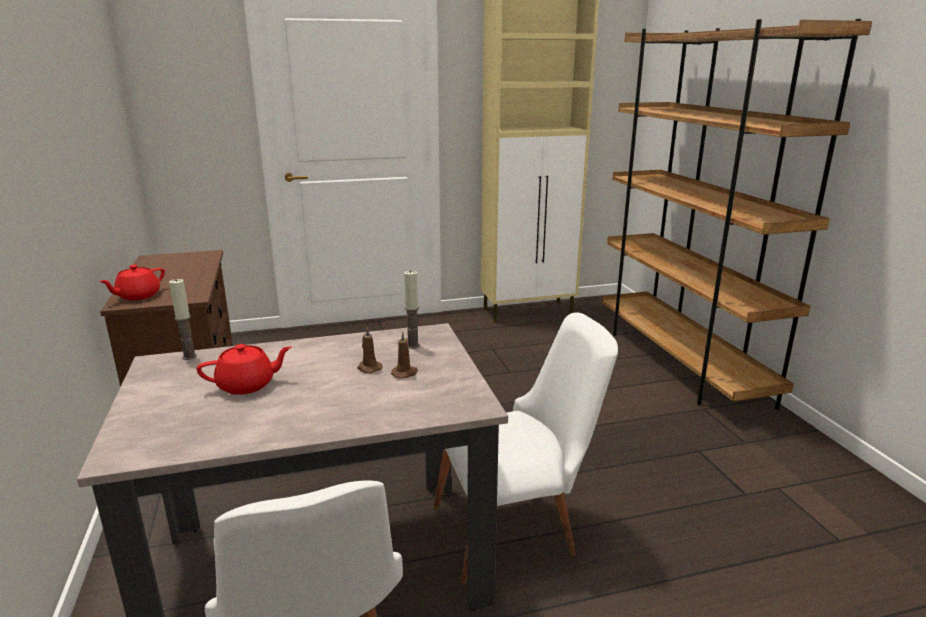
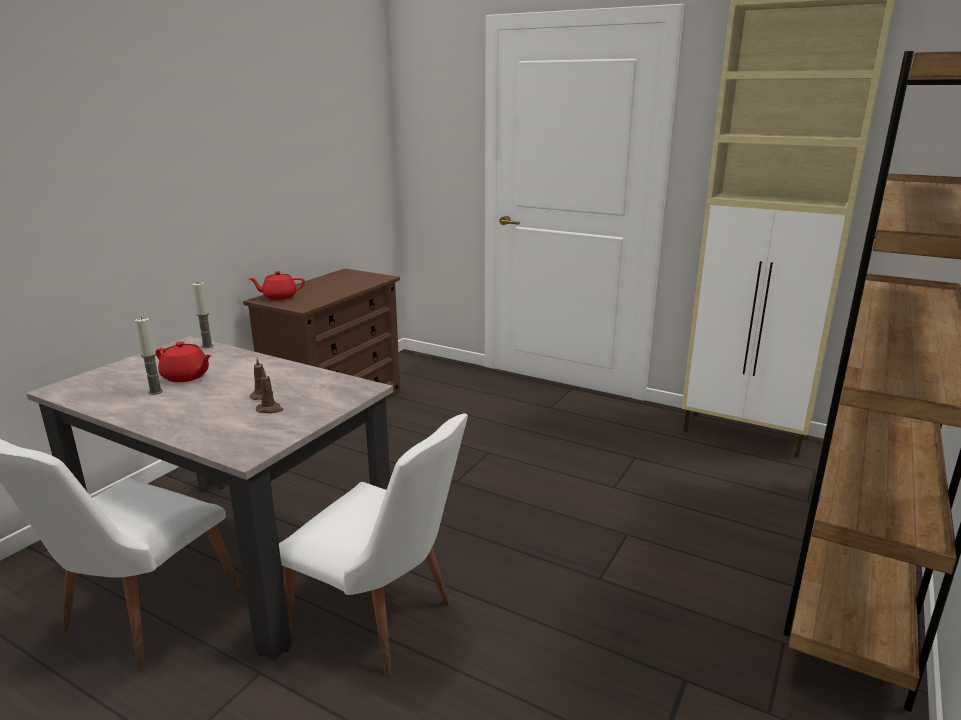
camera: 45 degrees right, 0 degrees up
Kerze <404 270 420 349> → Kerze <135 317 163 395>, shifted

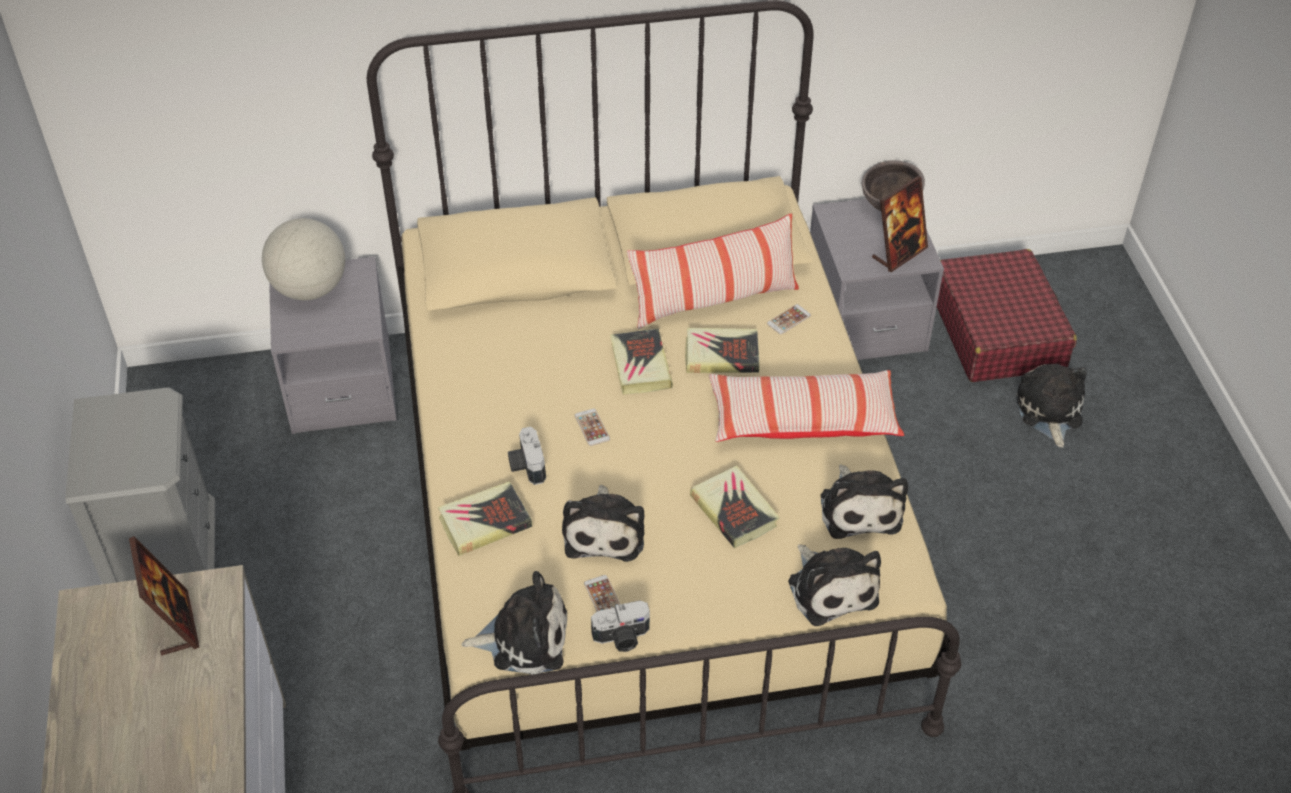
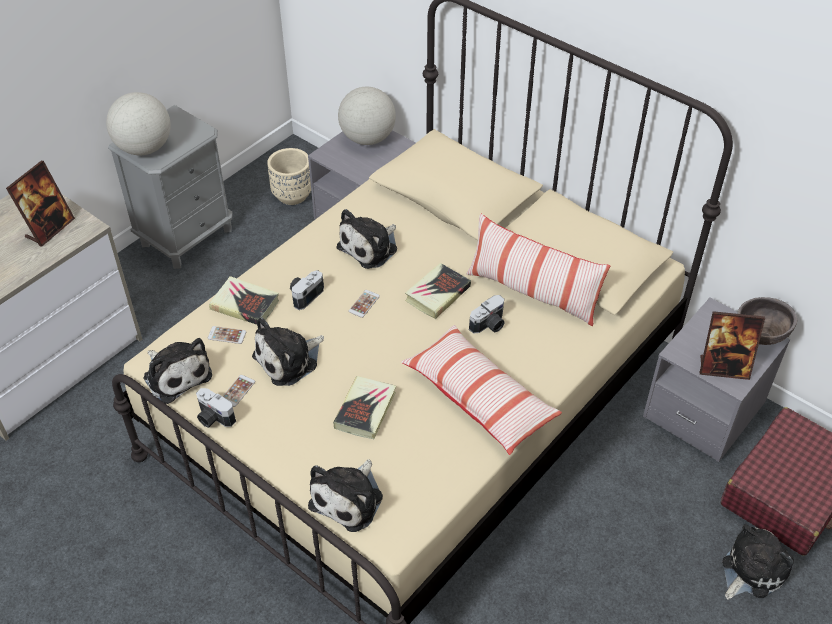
camera: 50 degrees right, 0 degrees up
Buch <685 328 760 373> → Kamera <469 295 505 334>
Handy <767 304 811 334> → Handy <208 326 246 344>, shifted
Plüschtier <820 464 908 539> → Plüschtier <336 209 397 269>, shifted
- → Globus <106 92 171 155>
- → Pflanzkübel [beige] <267 148 311 205>

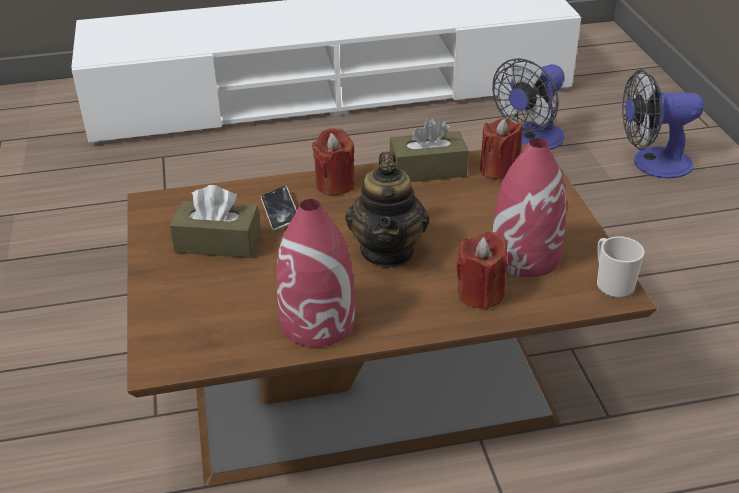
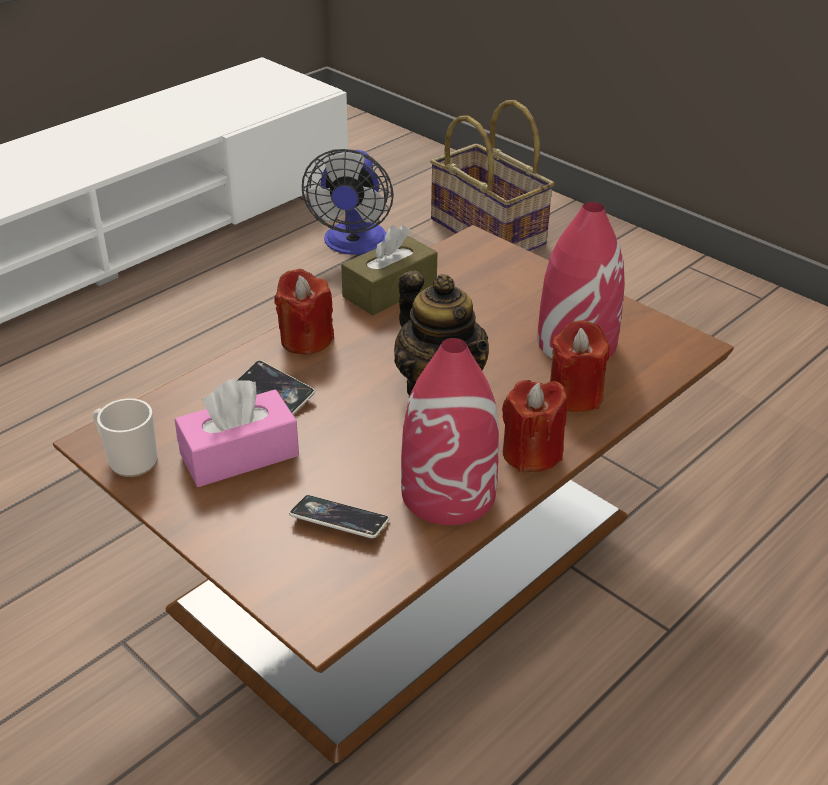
camera: 35 degrees left, 0 degrees up
Taschentuchbox [braun] <169 185 261 258> → Taschentuchbox [rosa] <175 378 299 487>
Kerze [rot] <480 118 524 180> → Kerze [rot] <502 380 567 472>, shifted
Henkelbecher <597 236 645 298> → Henkelbecher <93 398 158 477>, shifted
Ventilator <622 69 704 179> → Korb <430 100 554 251>
- → Handy <289 495 389 538>

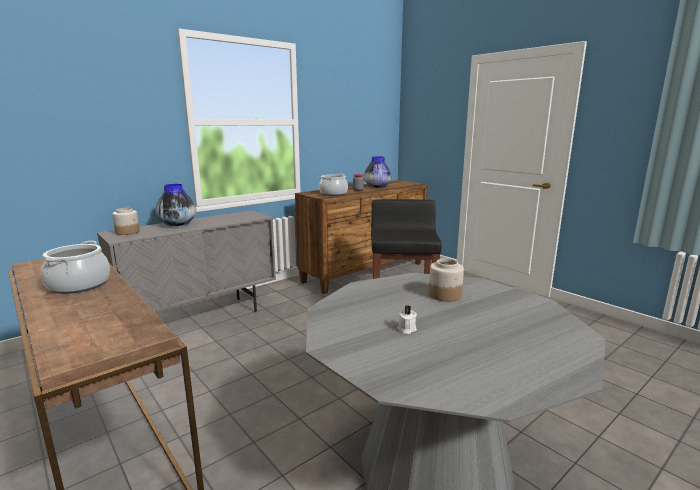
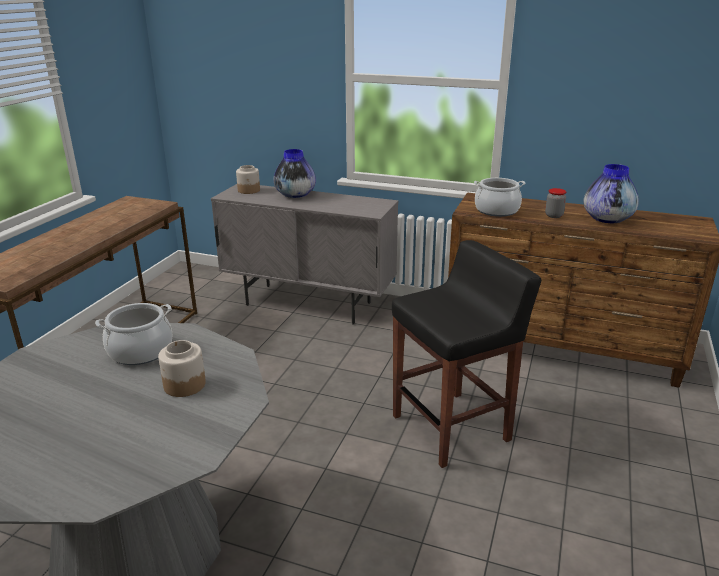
camera: 60 degrees right, 10 degrees up
Kochtopf <40 241 110 294> → Kochtopf <95 303 173 365>, shifted
Kerze [weiß] <397 305 417 334> → -

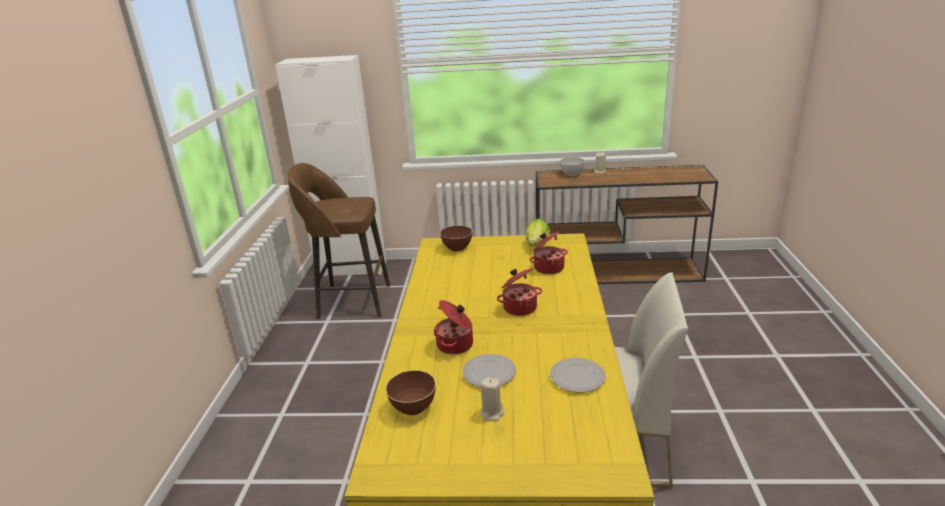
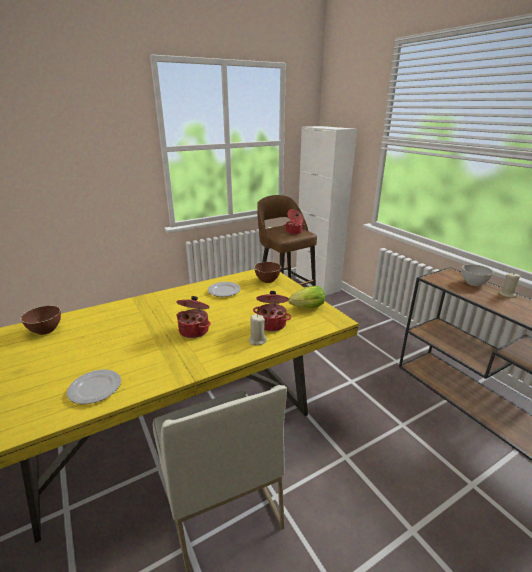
camera: 55 degrees right, 0 degrees up
Kochtopf <434 300 473 354> → Kochtopf <283 209 305 234>, shifted
Teller <463 354 516 387> → Teller <208 282 241 297>, shifted
Kerze [beige] <480 377 504 422> → Kerze [beige] <248 314 267 345>, shifted

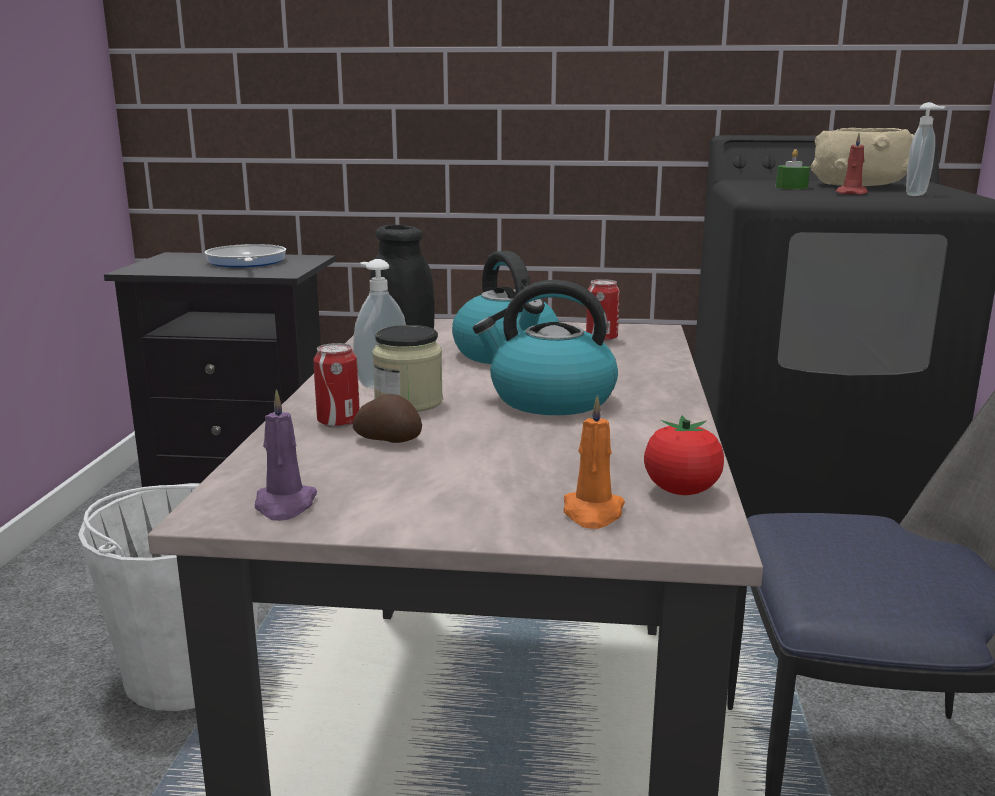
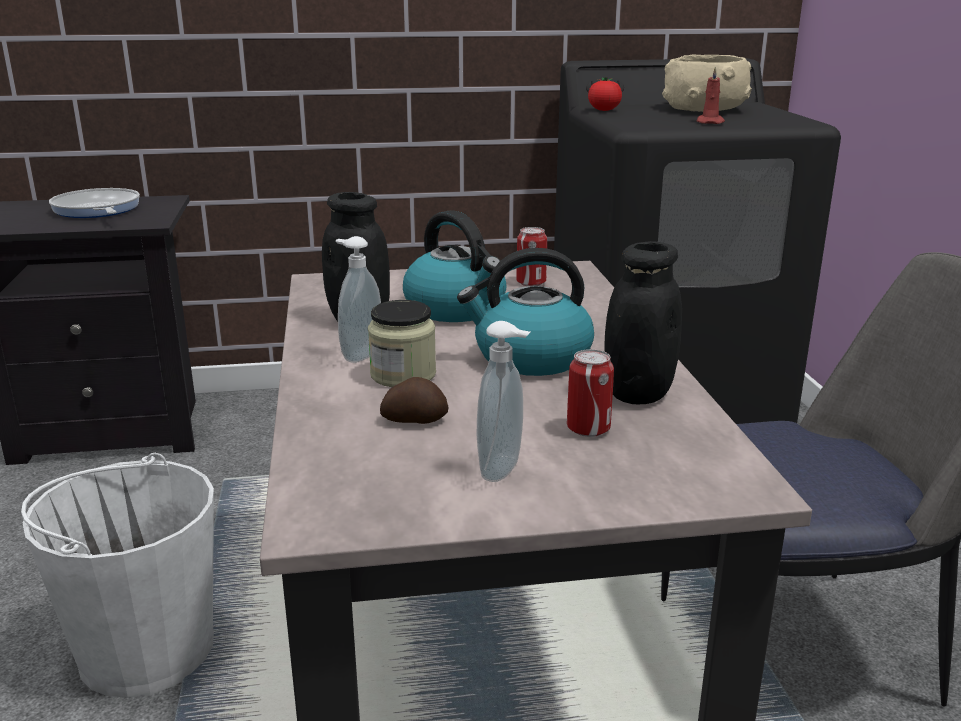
camera: 15 degrees left, 5 degrees up
Kerze [lila] <255 390 318 521> → -
Dose <313 343 360 428> → Dose <567 349 614 437>, shifted
Kerze [orange] <564 395 625 529> → -
Tomate <644 416 724 495> → Tomate <588 77 622 111>, shifted
Kerze [grün] <776 149 810 189> → -
Seifenspender <906 102 946 196> → Seifenspender <477 321 530 482>, shifted
- → Vorratsglas [schwarz] <604 241 682 404>

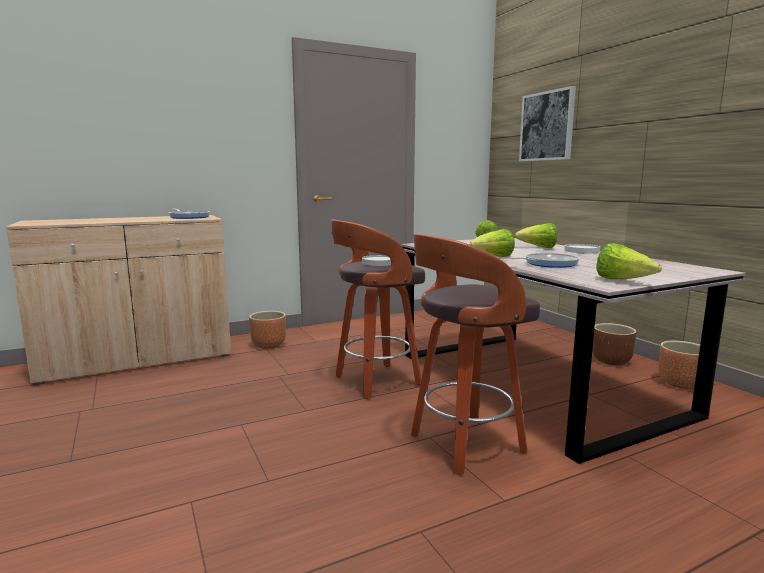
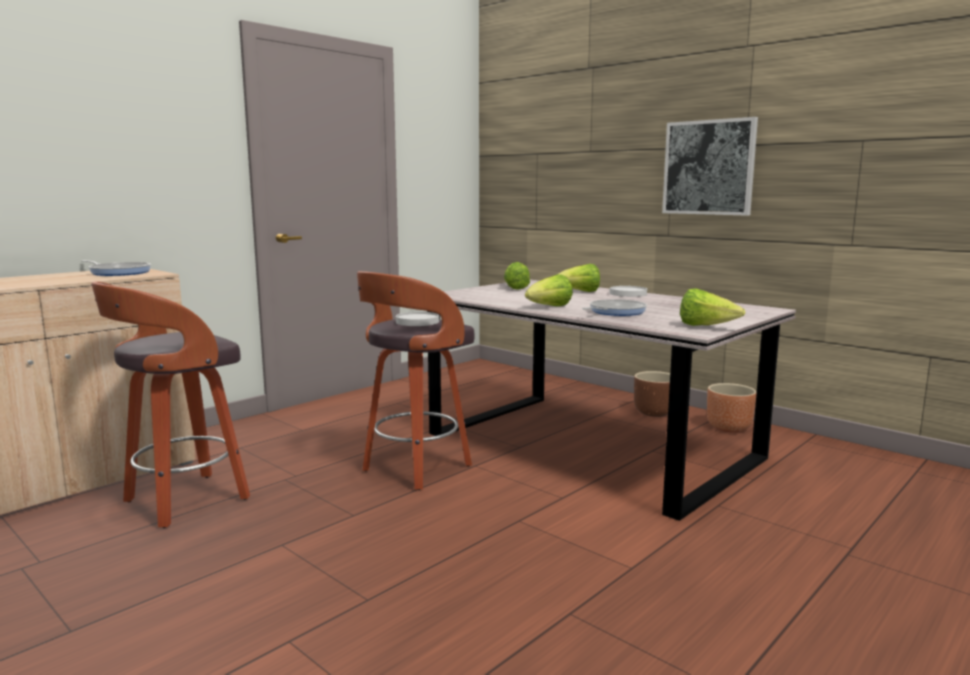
camera: 20 degrees left, 0 degrees up
Pflanzkübel [braun] <249 311 286 349> → -
Hocker <411 233 540 474> → Hocker <91 281 250 528>, shifted
Bild <519 86 576 161> → Bild <662 117 758 216>, shifted

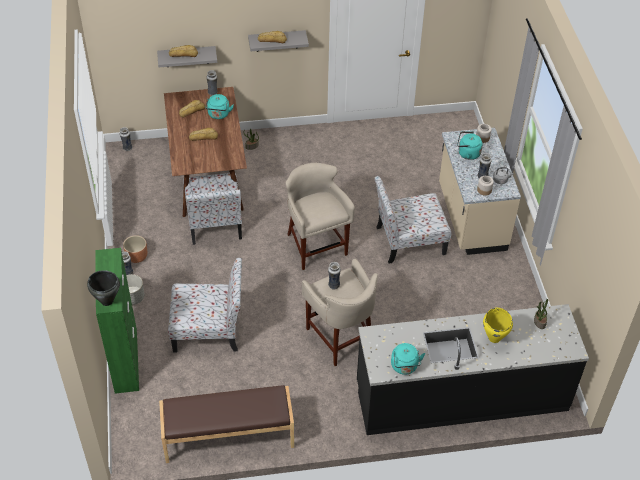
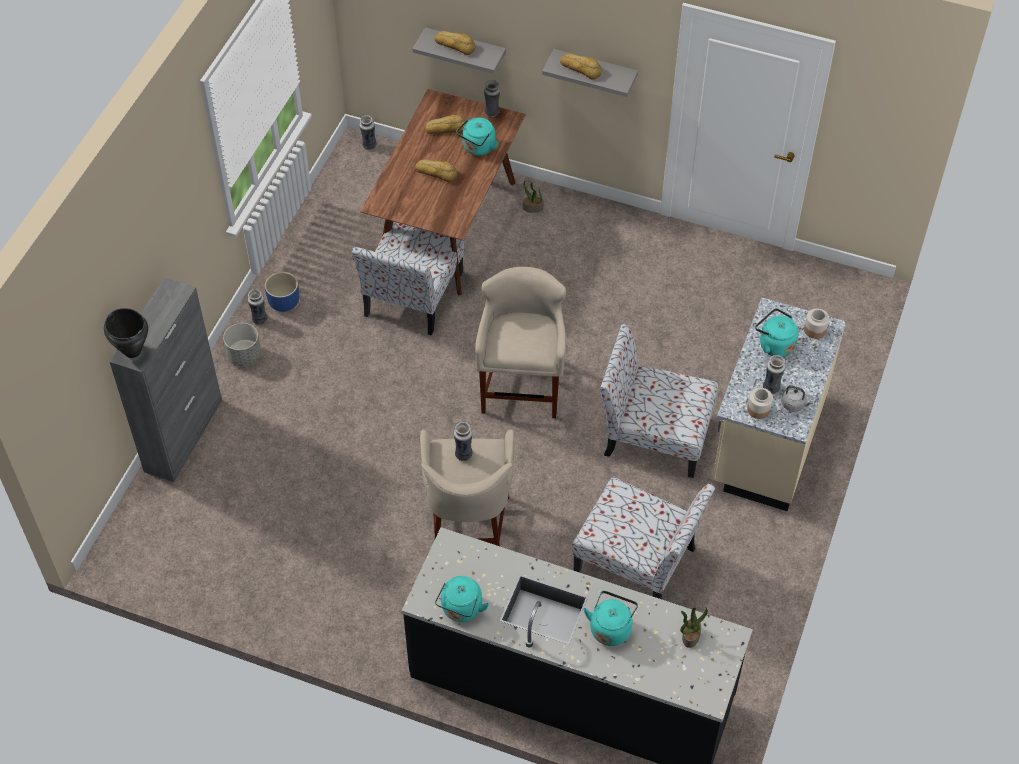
camera: 30 degrees right, 5 degrees up
Schrank [grün] <95 248 139 394> → Schrank [grau] <110 278 222 482>
Pflanzkübel [braun] <123 235 147 263> → Pflanzkübel [blau] <265 272 300 312>
Bank [braun] <159 385 294 463> → -
Stuhl <168 258 242 353> → Stuhl <572 478 715 599>, shifted
Kochtopf [gelb] <483 308 513 343> → Wasserkessel [türkis] <583 591 638 646>

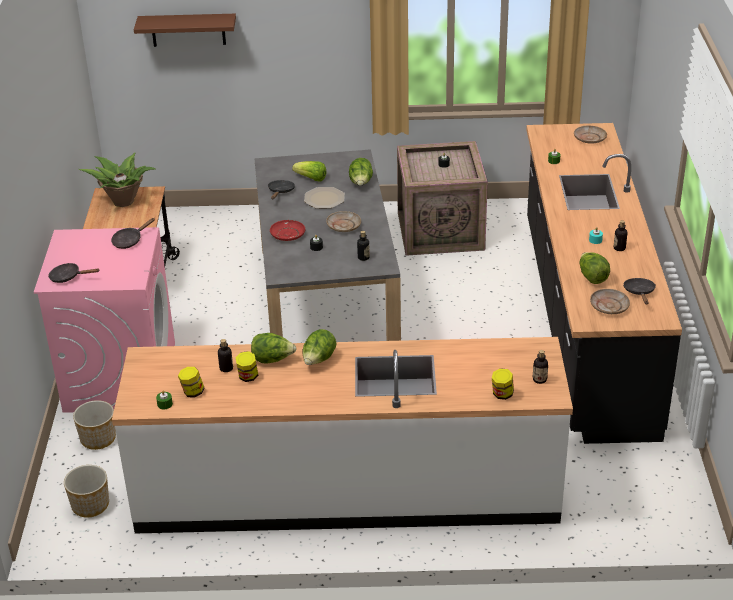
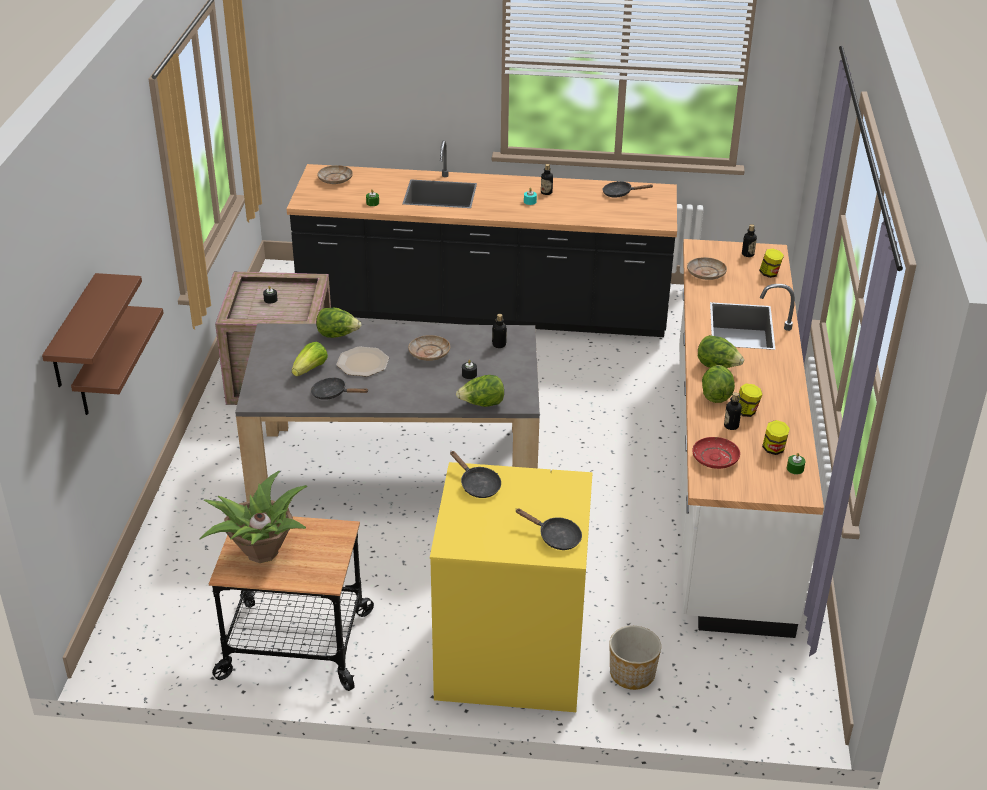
camera: 85 degrees left, 0 degrees up
Waschmaschine [rosa] <34 227 175 413> → Waschmaschine [gelb] <430 462 593 712>
Pfanne [schwarz] <48 263 99 283> → Pfanne [schwarz] <516 508 582 550>, 75 degrees counterclockwise
Pflanzkübel <64 465 109 517> → -
Teller [rot] <270 220 305 241> → Teller [rot] <692 437 740 469>, shifted
Salatkopf <579 252 610 284> → Salatkopf <456 375 504 407>, shifted
Teller [beige] <590 289 630 314> → Teller [beige] <687 257 727 280>, shifted
- → Wandregal [braun] <71 306 164 415>

